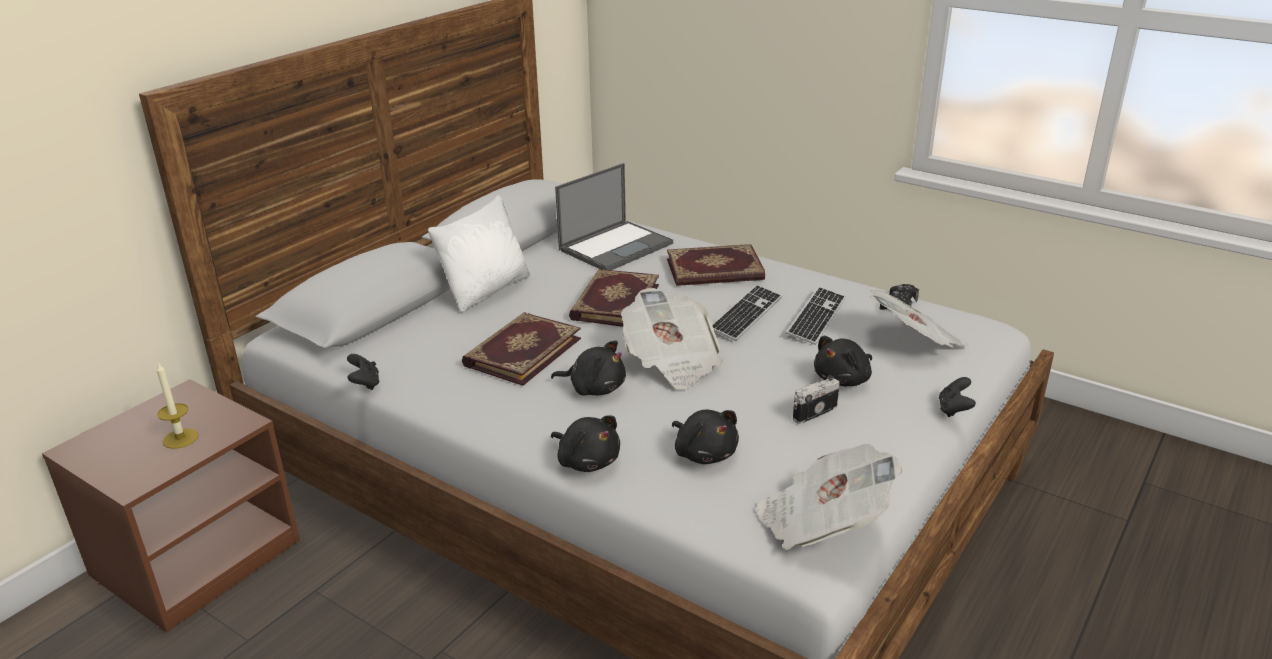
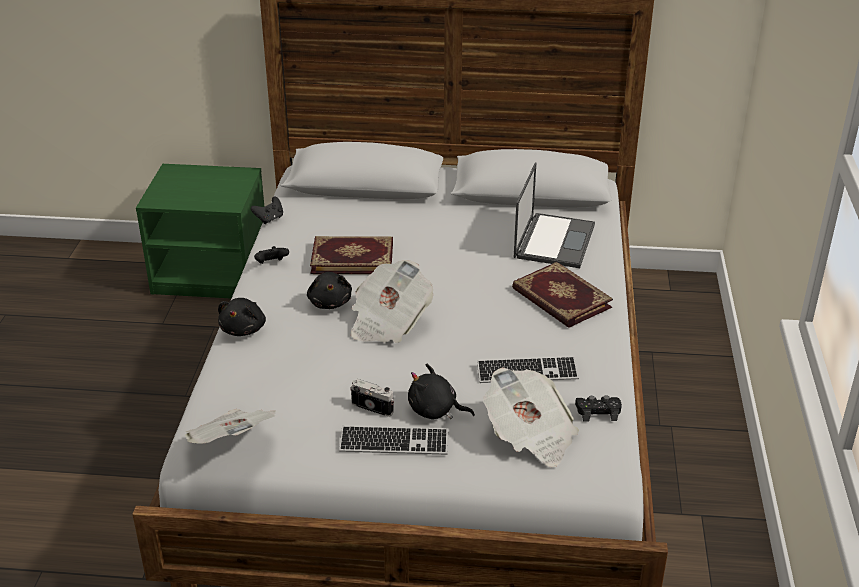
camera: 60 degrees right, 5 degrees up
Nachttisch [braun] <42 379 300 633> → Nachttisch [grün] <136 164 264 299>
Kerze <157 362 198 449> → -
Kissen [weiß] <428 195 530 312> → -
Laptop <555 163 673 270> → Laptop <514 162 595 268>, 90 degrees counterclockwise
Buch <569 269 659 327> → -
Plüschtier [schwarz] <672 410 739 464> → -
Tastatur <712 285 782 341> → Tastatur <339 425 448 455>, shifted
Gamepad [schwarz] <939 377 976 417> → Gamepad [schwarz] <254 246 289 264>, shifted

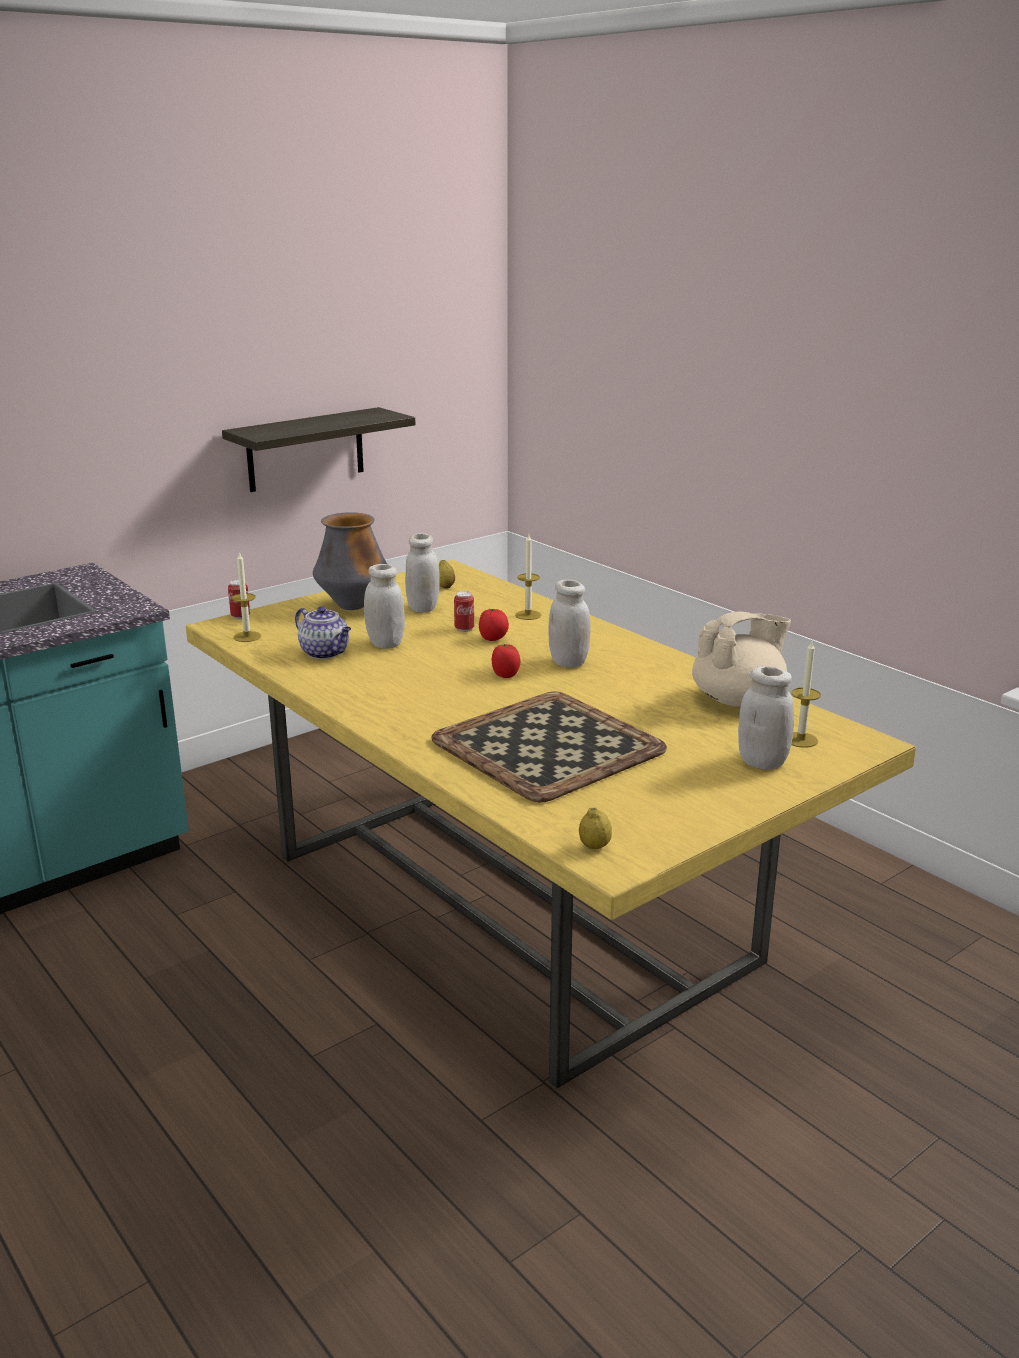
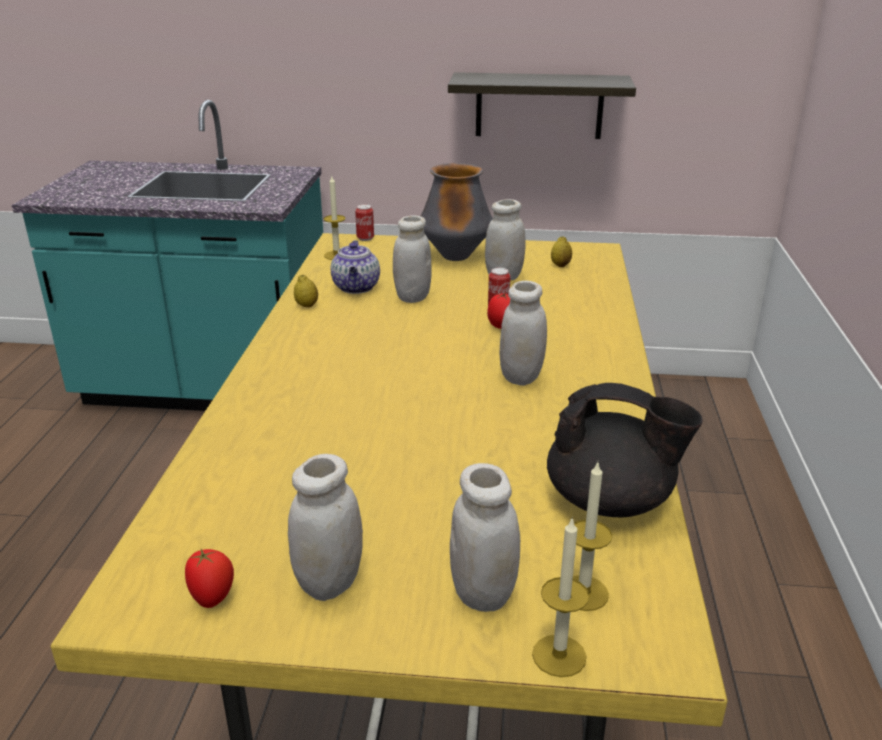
camera: 45 degrees right, 5 degrees up
Tablett <432 692 667 802> → -
Tomate <492 644 521 678> → Tomate <185 549 234 608>, shifted
Kerze <515 534 541 620> → Kerze <532 517 589 677>, shifted
Zitrone <579 808 612 849> → Zitrone <294 275 318 307>, shifted
Teekanne [beige] <692 612 791 706> → Teekanne [schwarz] <547 383 703 518>
- → Vorratsglas [weiß] <288 454 363 601>

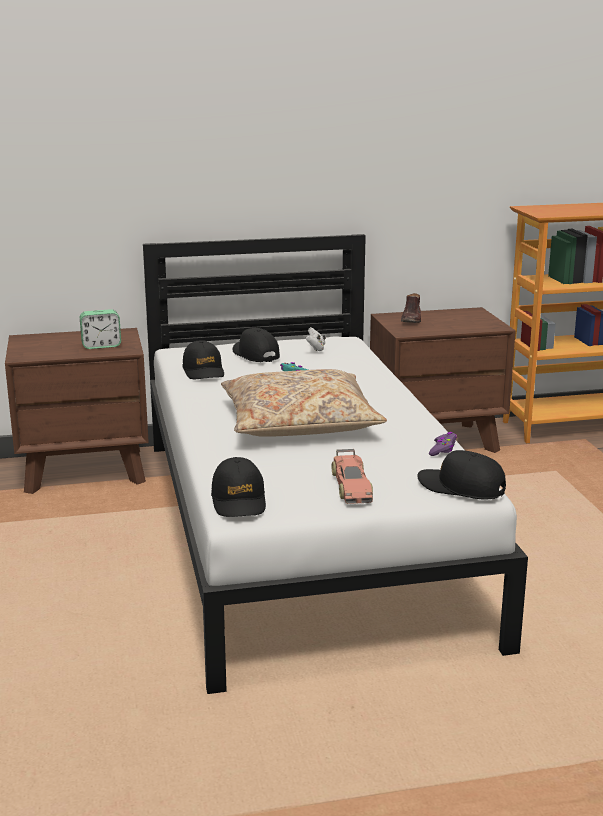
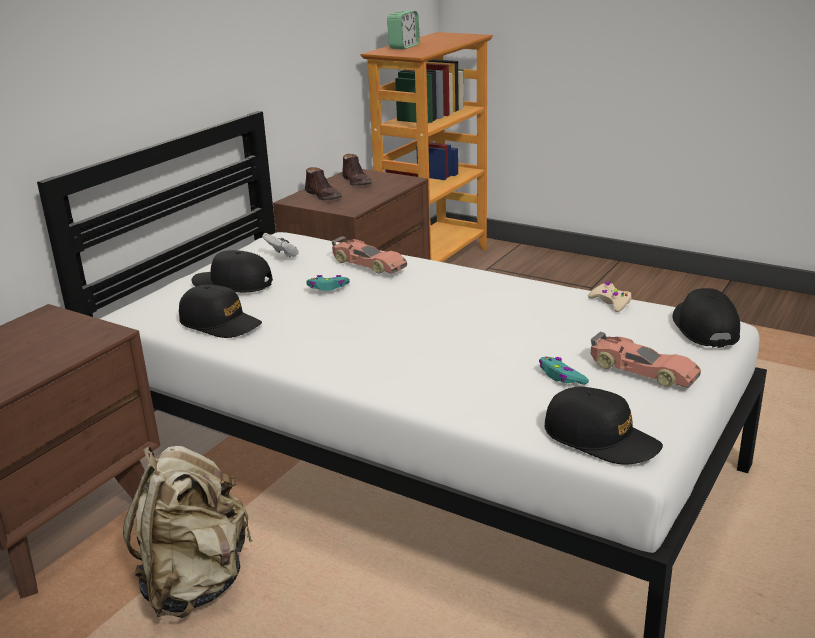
camera: 45 degrees left, 5 degrees up
Wecker <80 309 121 349> → Wecker <387 11 420 49>, shifted
Kissen [beige] <221 369 387 437> → -
Kappe [schwarz] <417 450 506 500> → Kappe [schwarz] <673 288 740 348>, 105 degrees clockwise
Gamepad [lila] <429 432 457 456> → Gamepad [beige] <588 282 632 312>
- → Rucksack [beige] <123 446 253 618>
- → Spielzeugauto <332 236 407 274>
- → Schuh [braun] <342 154 372 186>
- → Gamepad [türkis] <539 357 589 385>

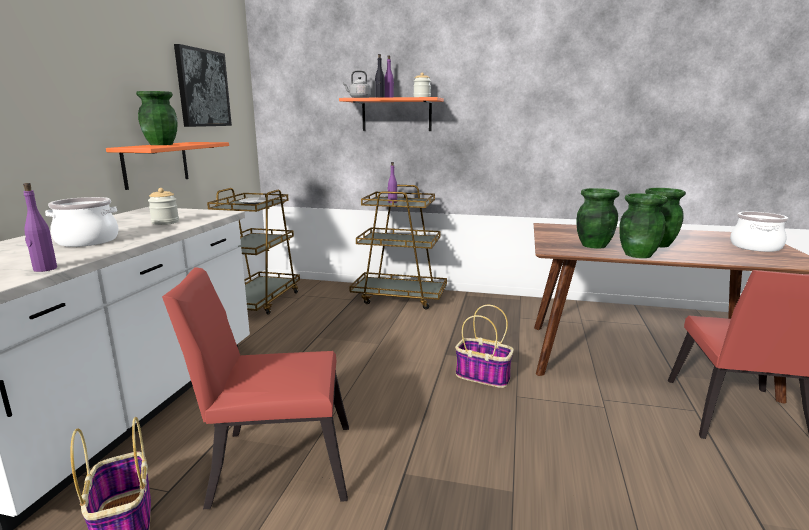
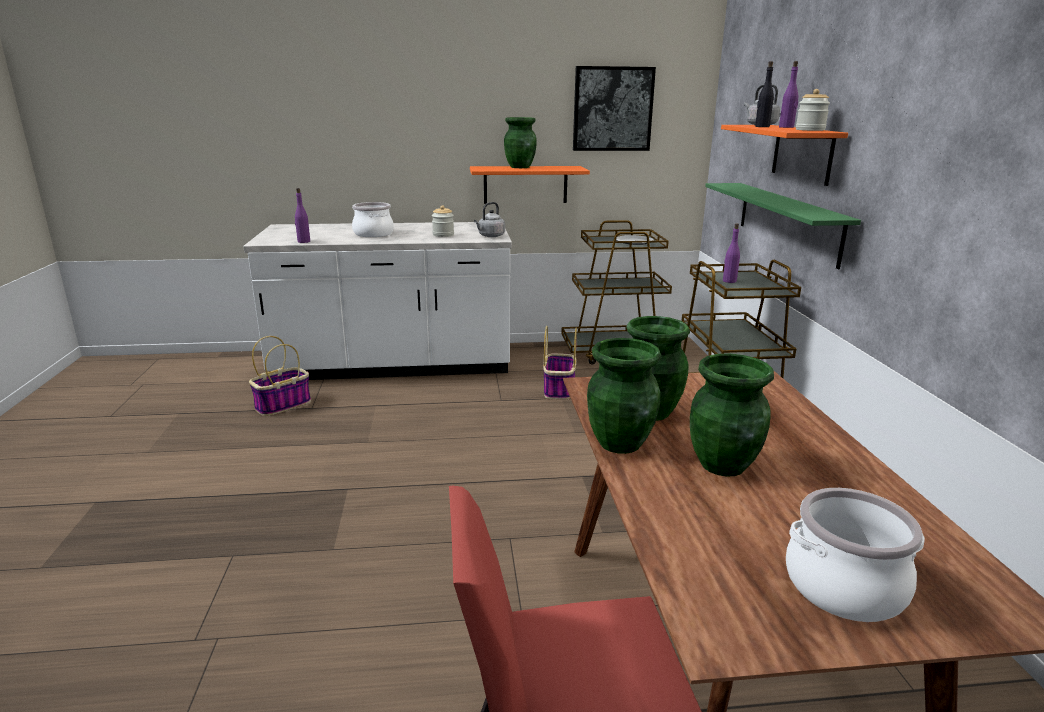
camera: 70 degrees right, 5 degrees up
Stuhl [rot] <162 267 349 509> → -
Korb <455 305 514 388> → Korb <543 326 577 400>, shifted
- → Wasserkessel [grau] <474 202 505 237>
- → Wandregal [grün] <705 183 861 269>

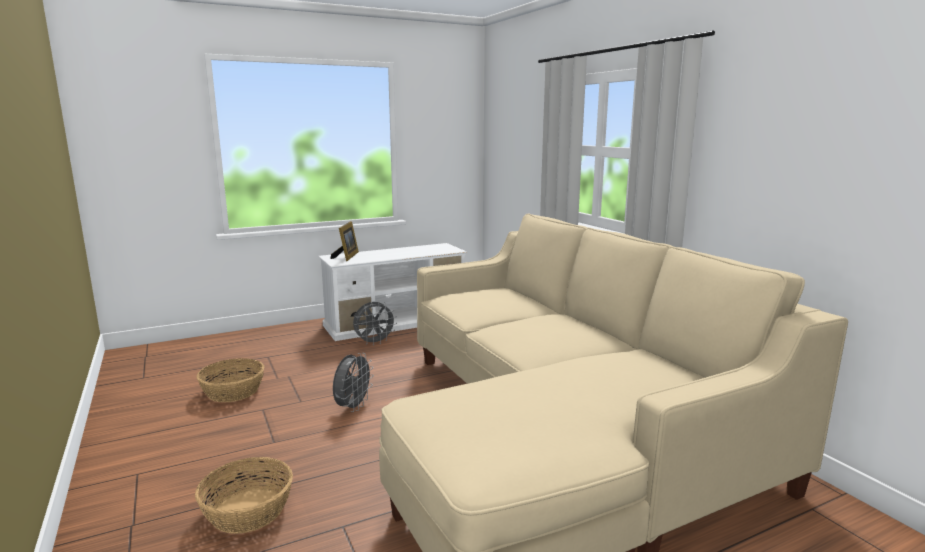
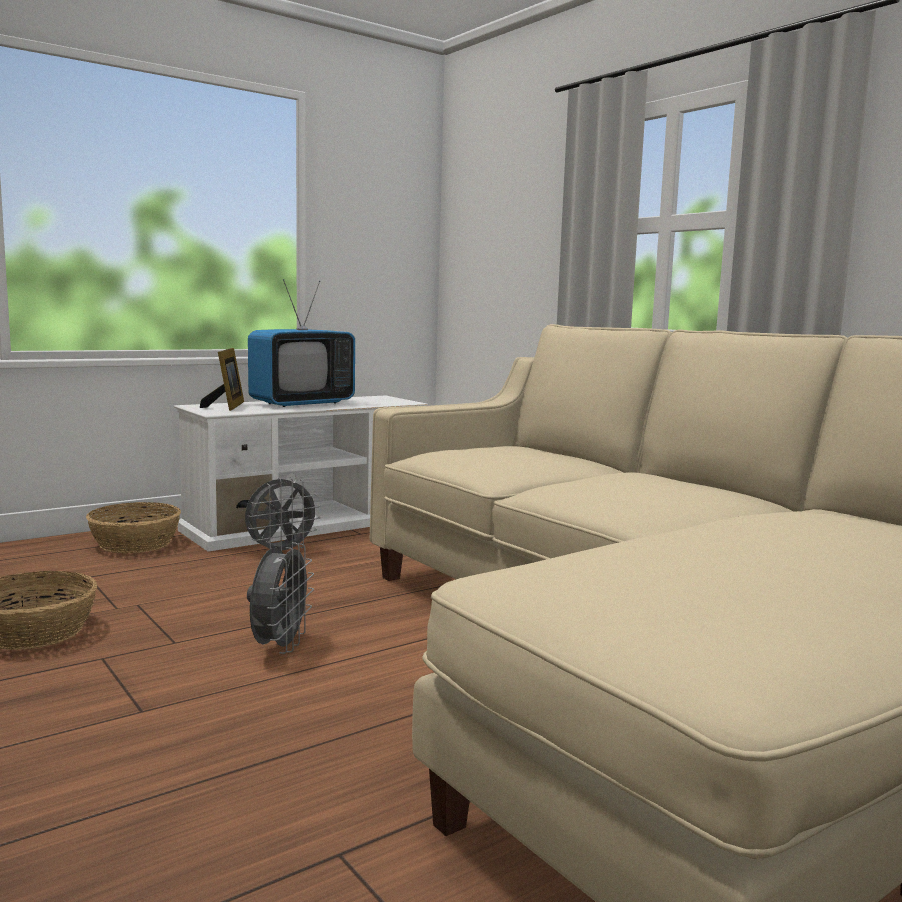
camera: 10 degrees left, 5 degrees down
Korb <195 457 293 534> → Korb <86 502 181 553>, shifted
- → Fernseher <248 279 355 407>

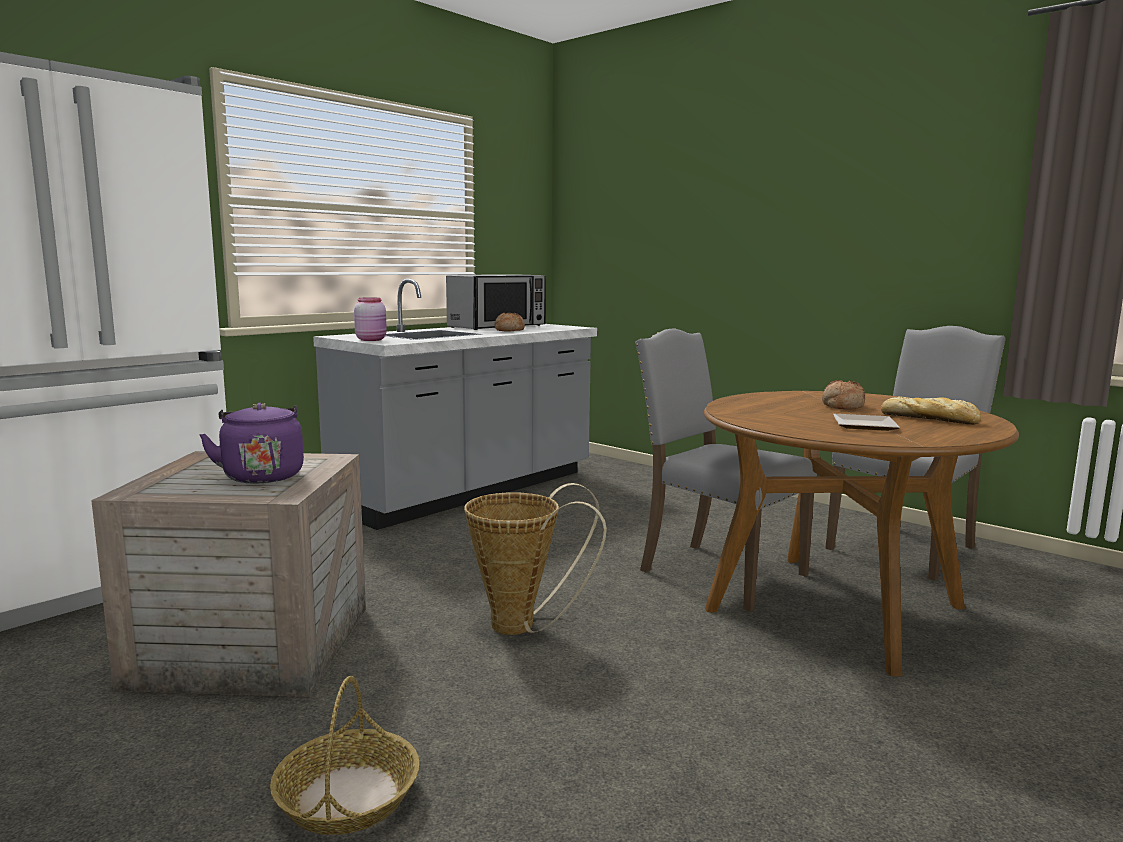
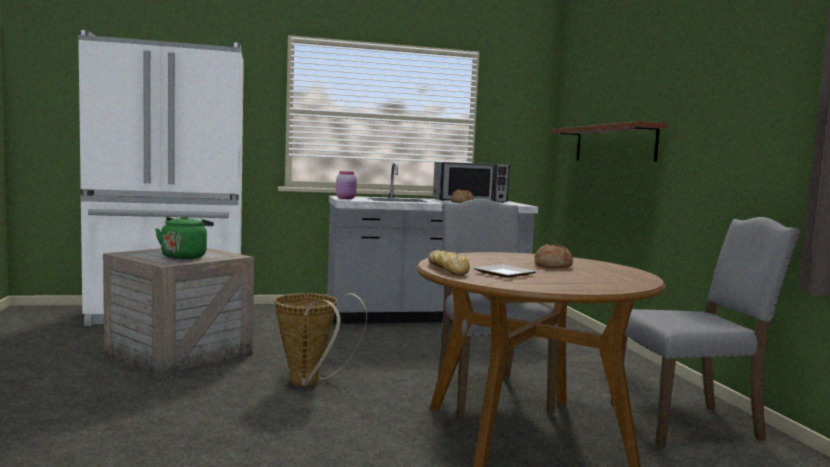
camera: 35 degrees right, 5 degrees down
Wasserkessel [lila] <199 403 304 484> → Wasserkessel [grün] <155 215 214 259>
Korb <270 676 420 835> → -
Brot <881 396 981 424> → Brot <428 250 470 276>, shifted
- → Wandregal [braun] <551 121 668 162>

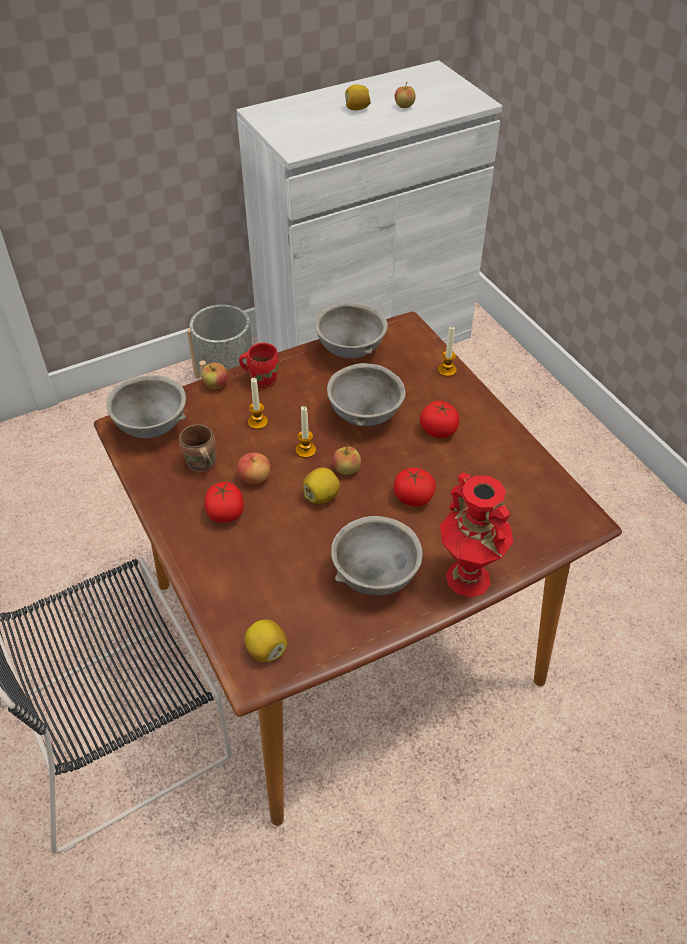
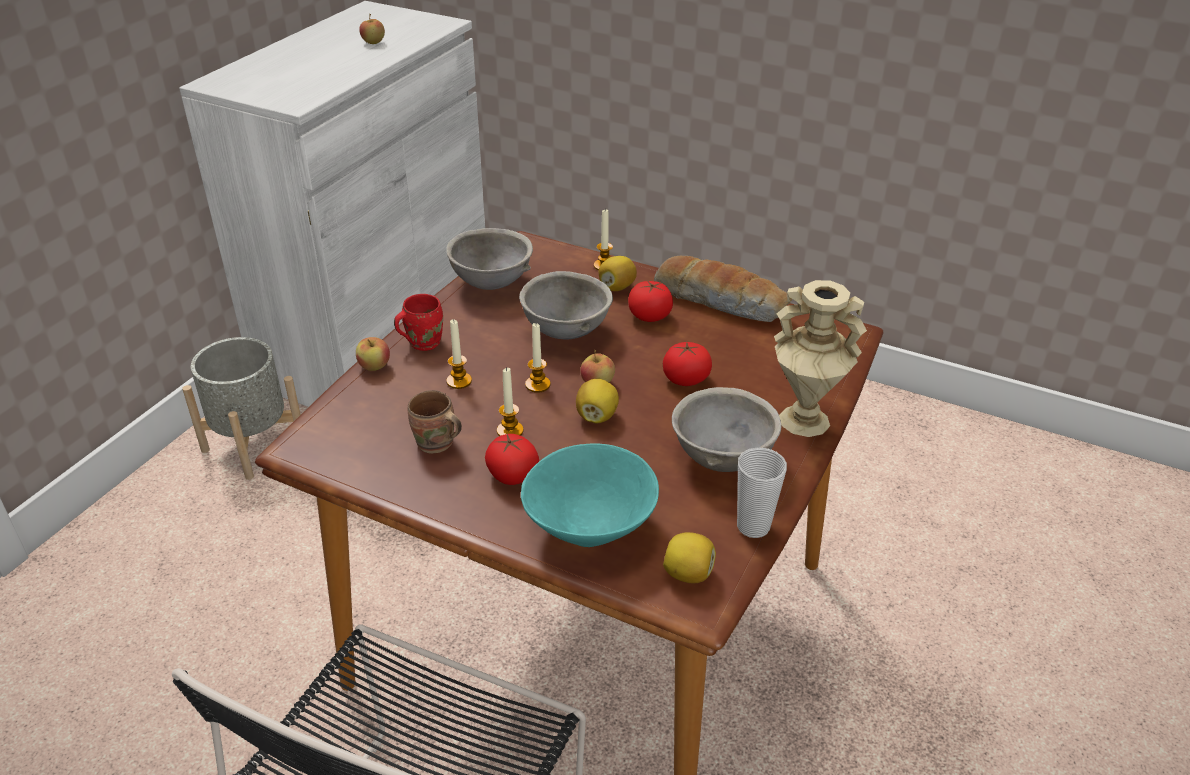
camera: 35 degrees left, 10 degrees down
Schüssel [grau] <106 375 186 438> → -
Apfel <237 453 271 485> → Kerze <497 367 524 436>
Zitrone <345 84 371 110> → Zitrone <598 256 637 291>, shifted
Vase [rot] <440 473 513 597> → Vase [beige] <774 280 867 437>
- → Schüssel [türkis] <521 444 659 547>
- → Brot <654 256 790 322>
- → Tasse <737 447 787 538>

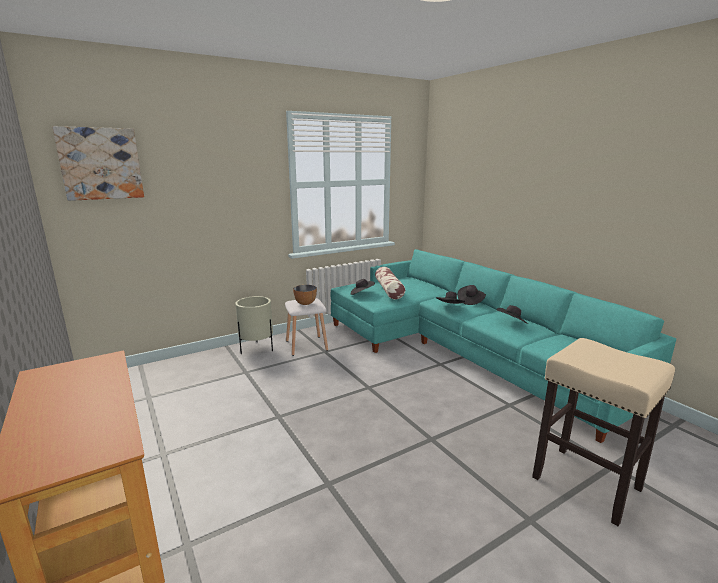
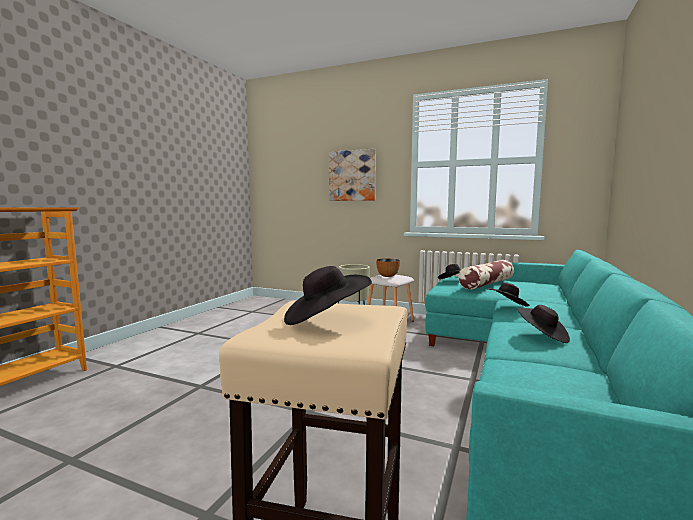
camera: 55 degrees right, 10 degrees down
Bild <52 126 144 201> → Bild <329 149 376 201>, shifted
Hut [schwarz] <457 285 486 305> → Hut [schwarz] <284 266 372 325>, shifted

